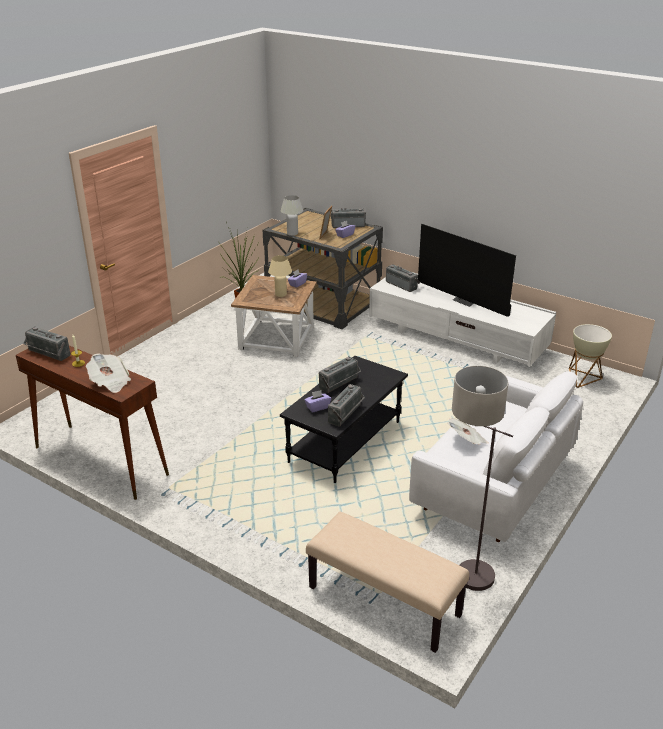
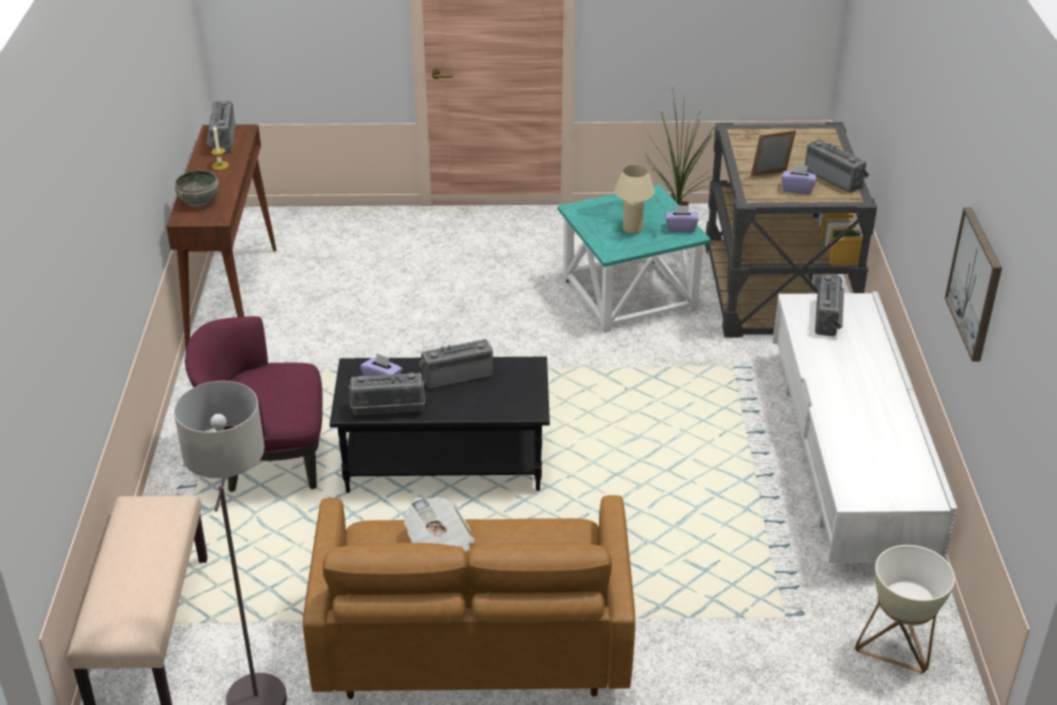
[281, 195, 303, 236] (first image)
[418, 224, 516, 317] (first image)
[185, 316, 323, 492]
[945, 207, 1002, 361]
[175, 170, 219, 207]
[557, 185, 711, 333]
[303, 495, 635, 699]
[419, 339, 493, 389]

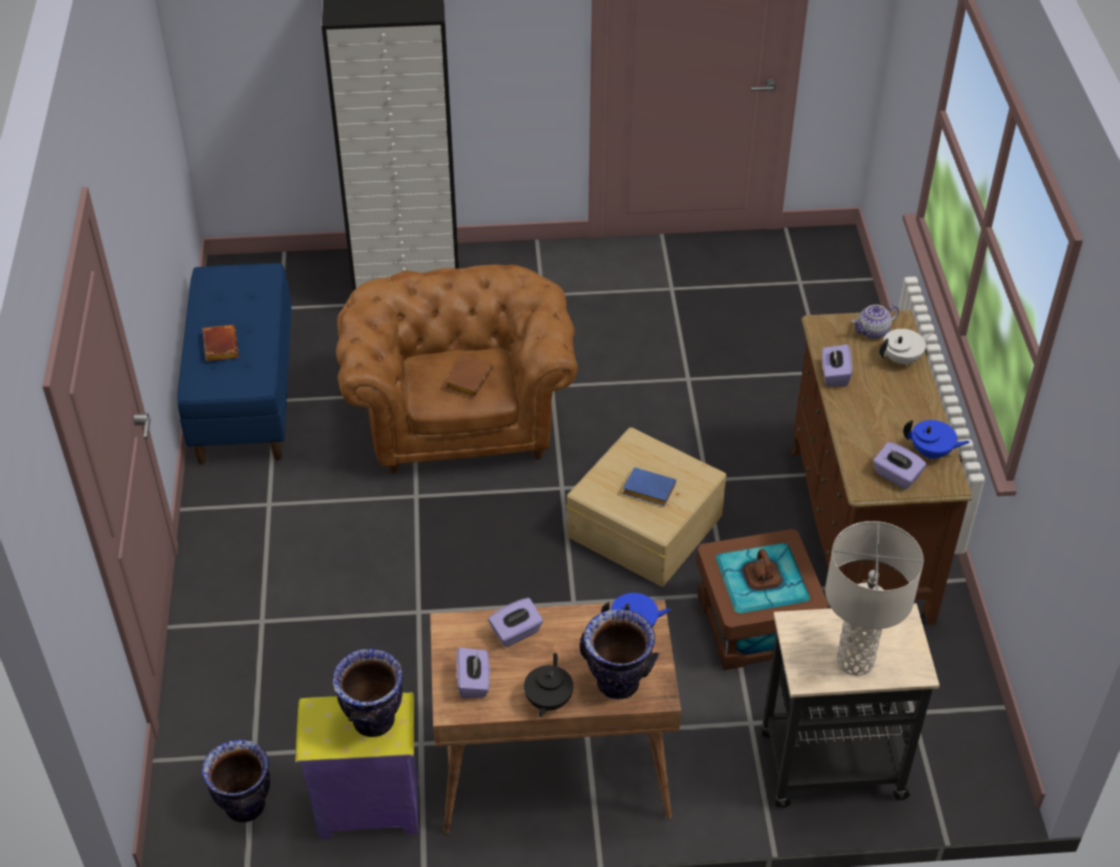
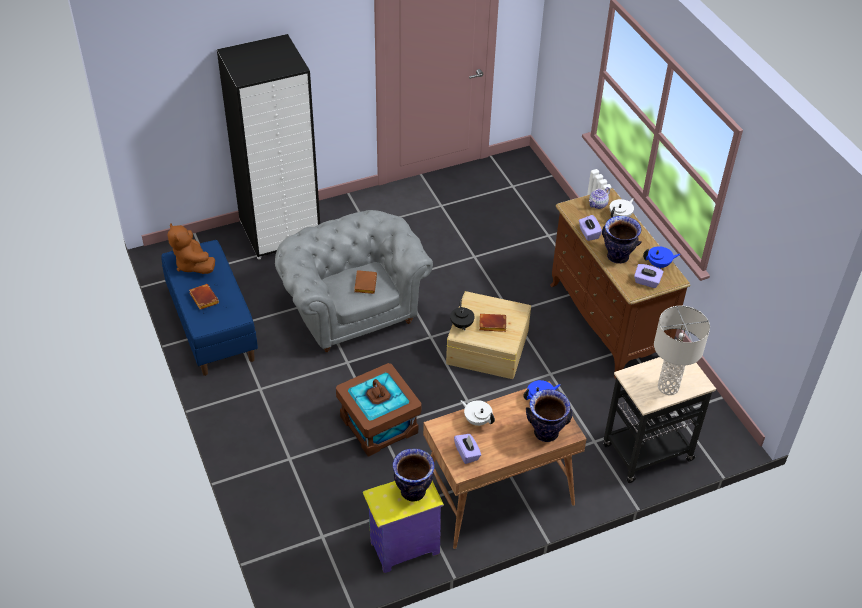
[168, 223, 215, 274]
[602, 216, 641, 264]
[450, 301, 475, 330]
[336, 363, 422, 457]
[461, 400, 495, 426]
[275, 210, 433, 352]
[479, 314, 506, 332]

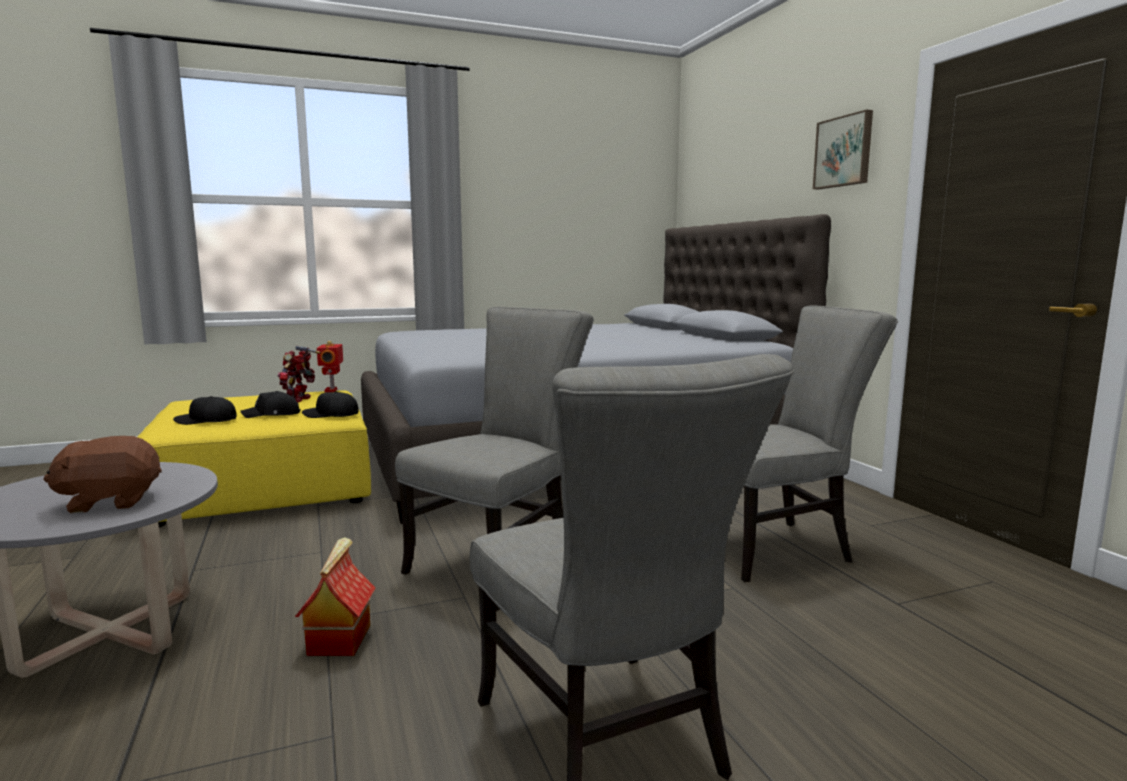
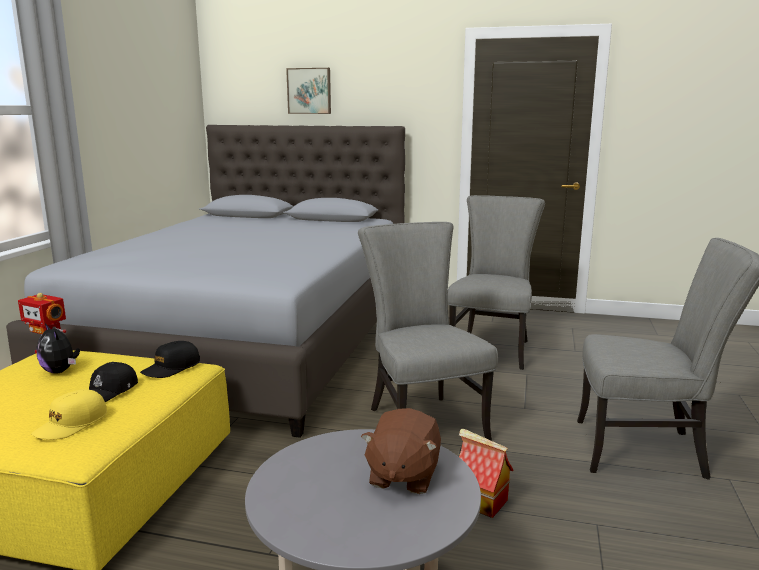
[286, 68, 331, 114]
[37, 323, 80, 374]
[31, 389, 107, 440]

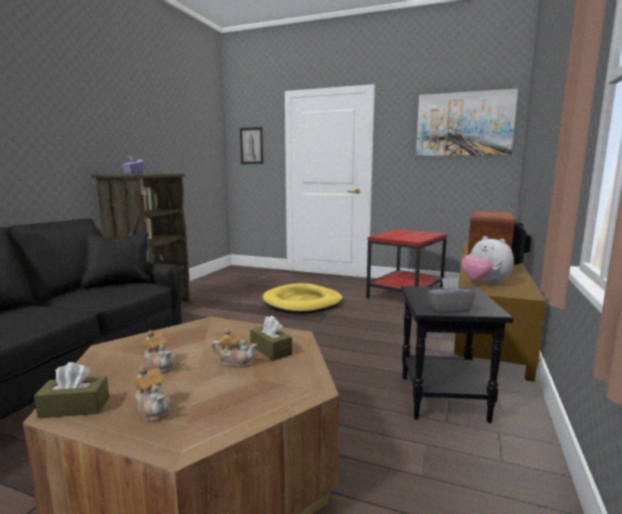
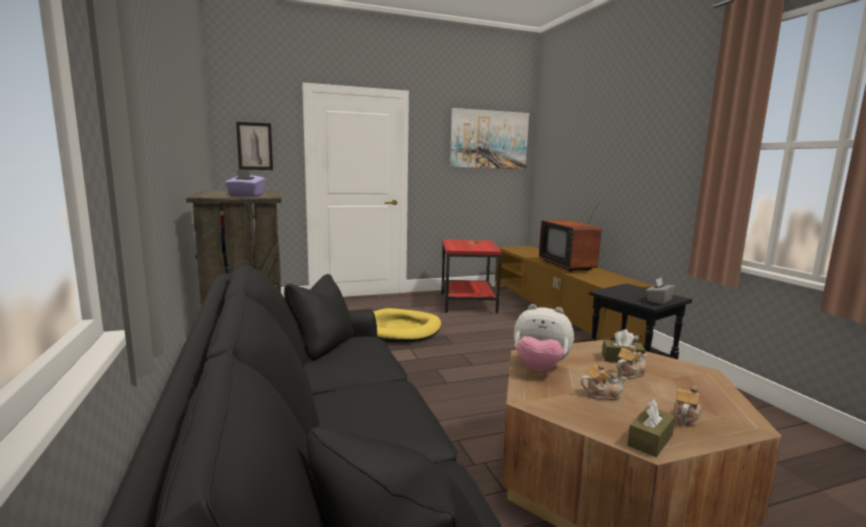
[514, 304, 574, 371]
[671, 385, 701, 427]

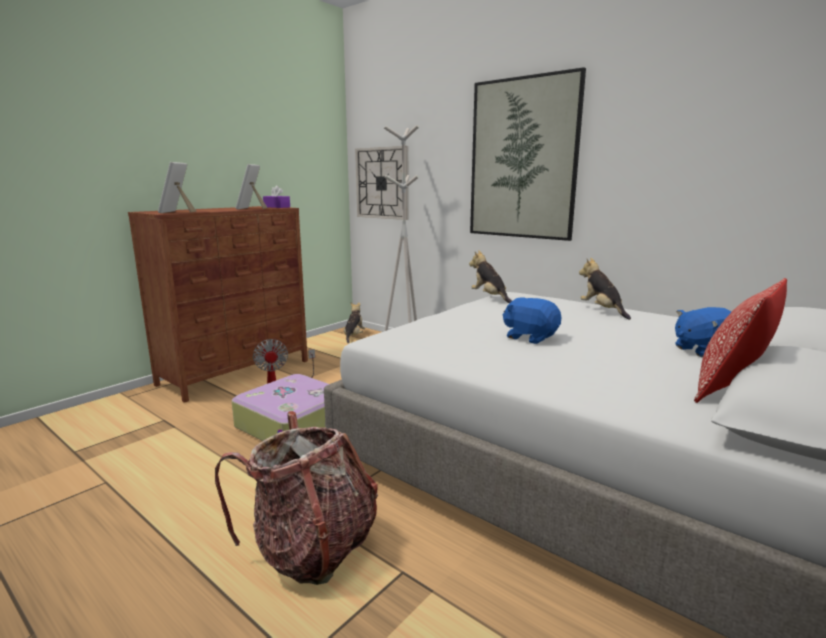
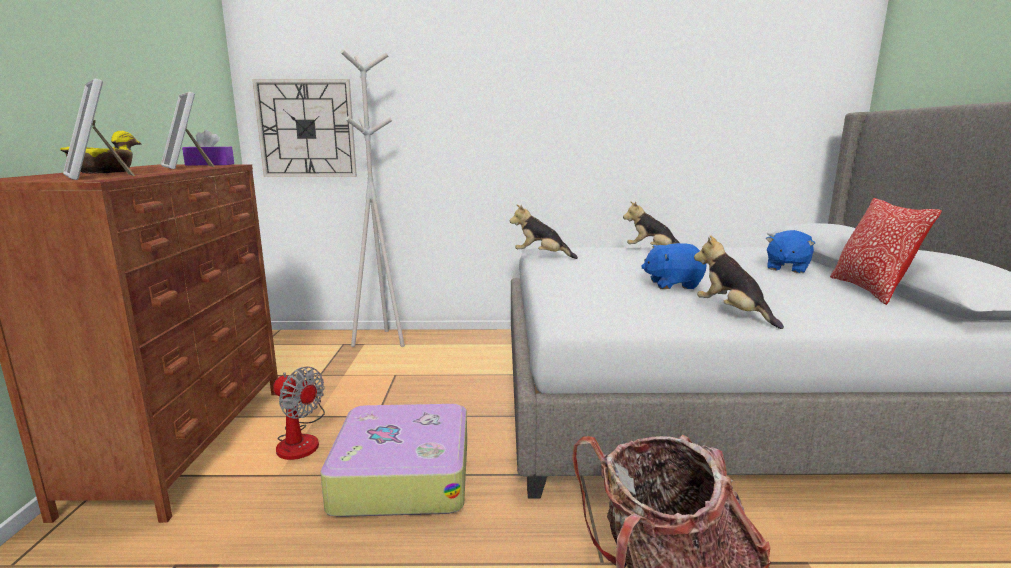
[470, 67, 586, 241] (first image)
[60, 131, 141, 174]
[694, 235, 784, 329]

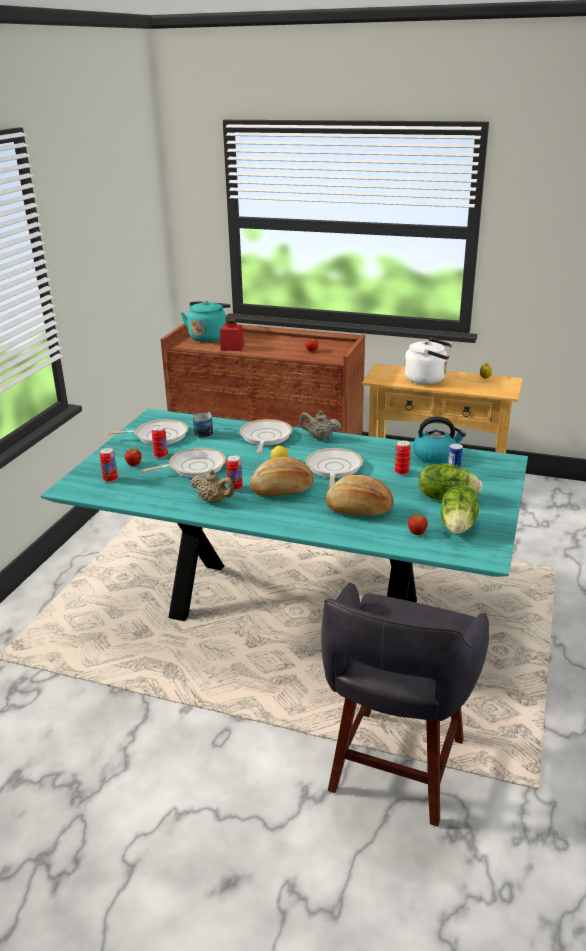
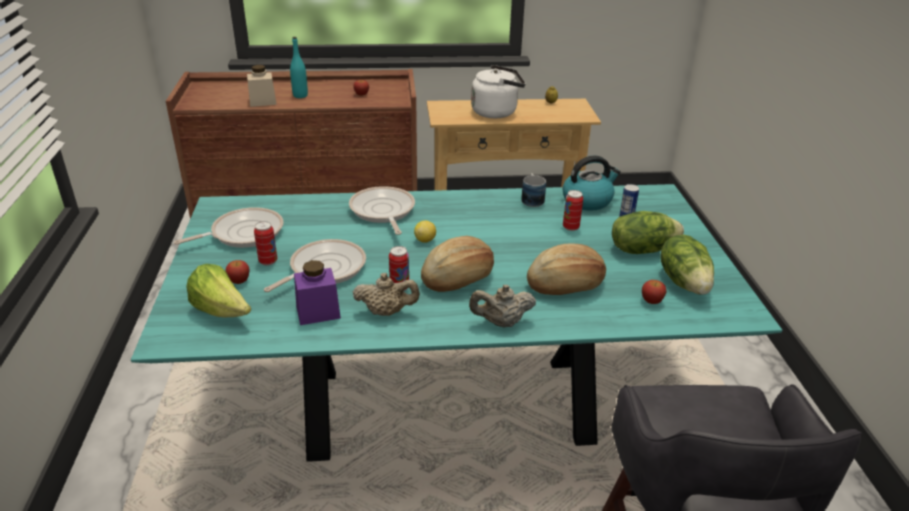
[181, 301, 231, 342] (first image)
[306, 448, 363, 488] (first image)
[290, 37, 308, 98]
[294, 260, 341, 325]
[521, 173, 546, 207]
[469, 285, 536, 328]
[186, 264, 251, 317]
[247, 65, 277, 107]

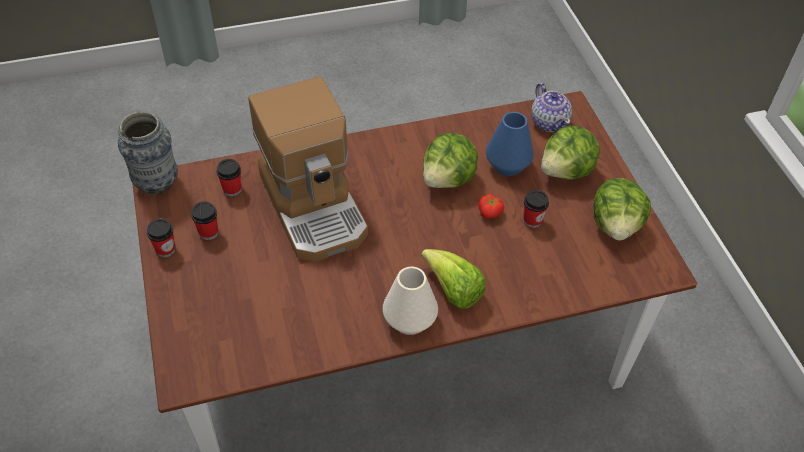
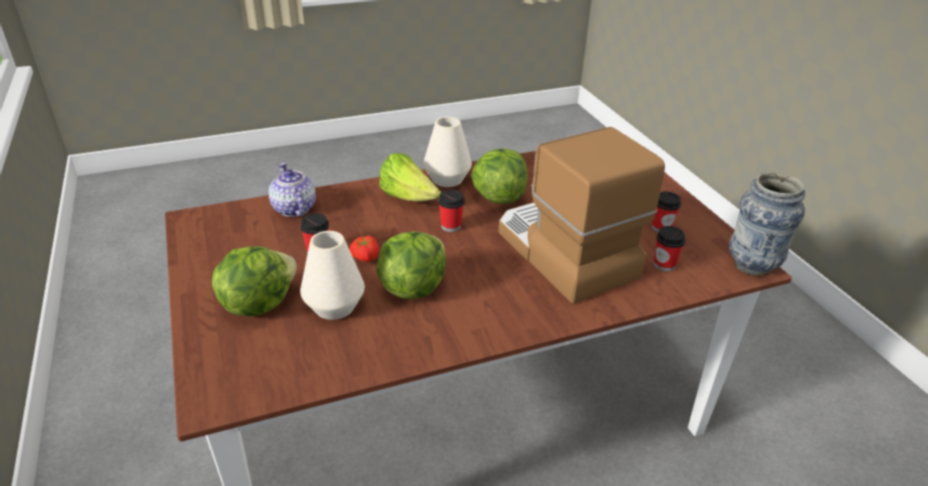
[438, 189, 465, 232]
[269, 163, 316, 217]
[471, 149, 528, 204]
[300, 231, 365, 320]

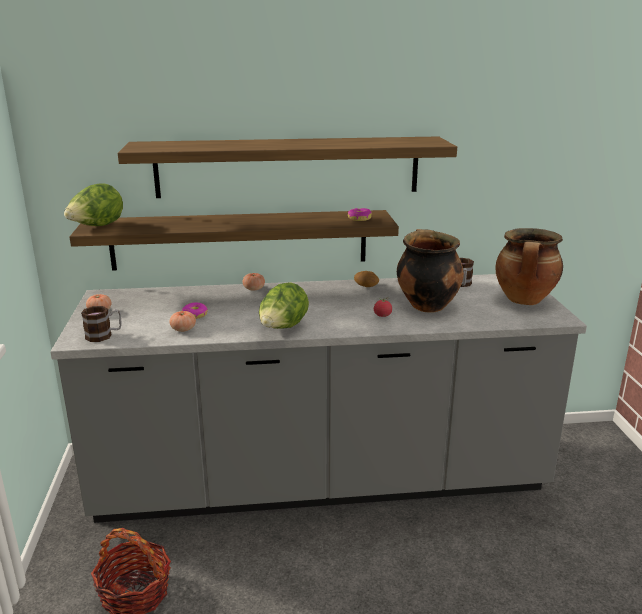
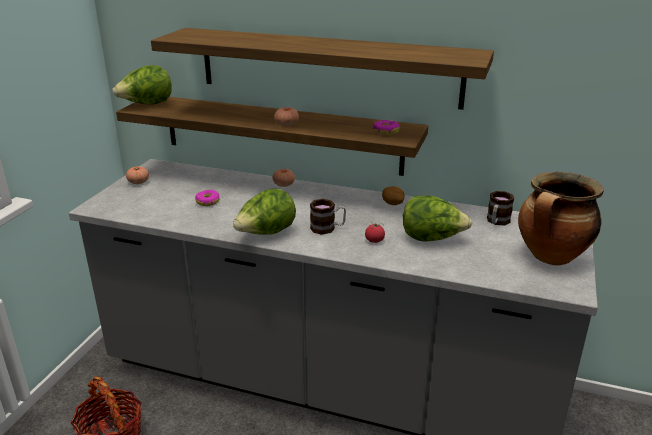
[310, 199, 346, 235]
[274, 107, 299, 126]
[403, 196, 472, 242]

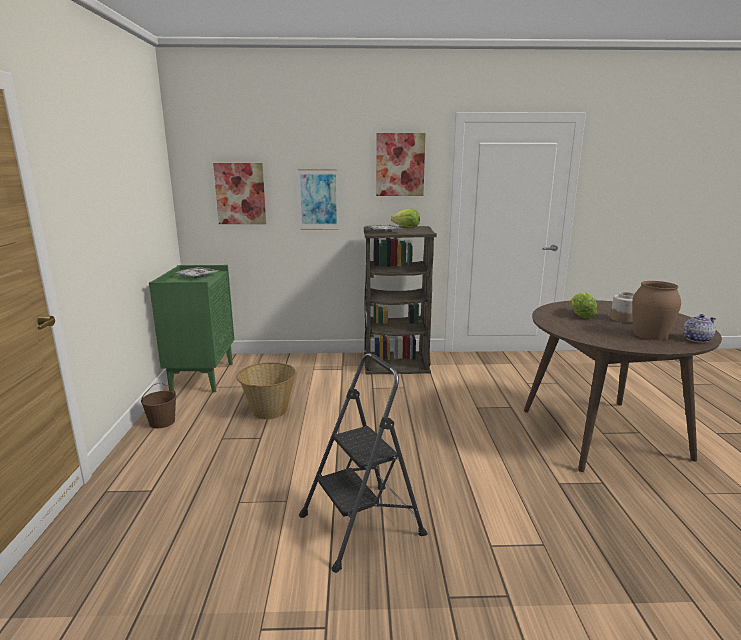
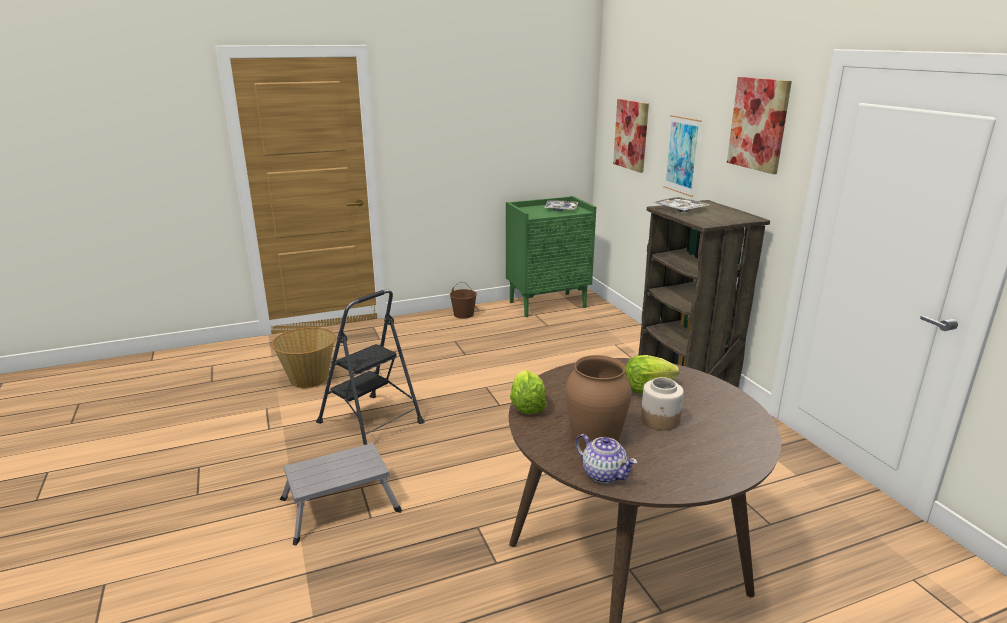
[280, 442, 402, 545]
[271, 327, 336, 388]
[510, 370, 547, 414]

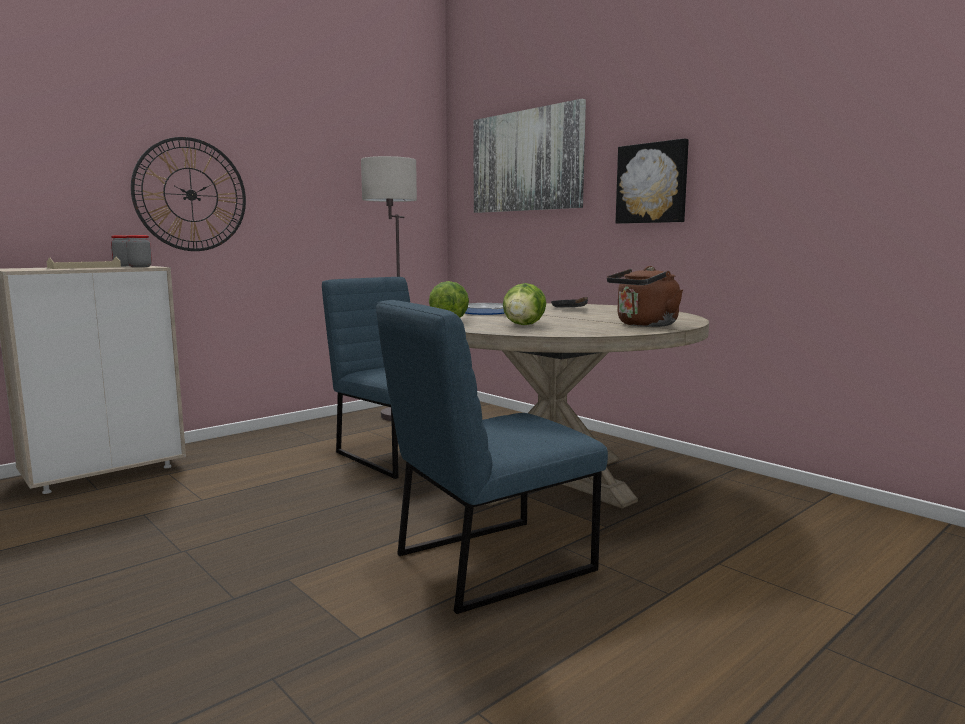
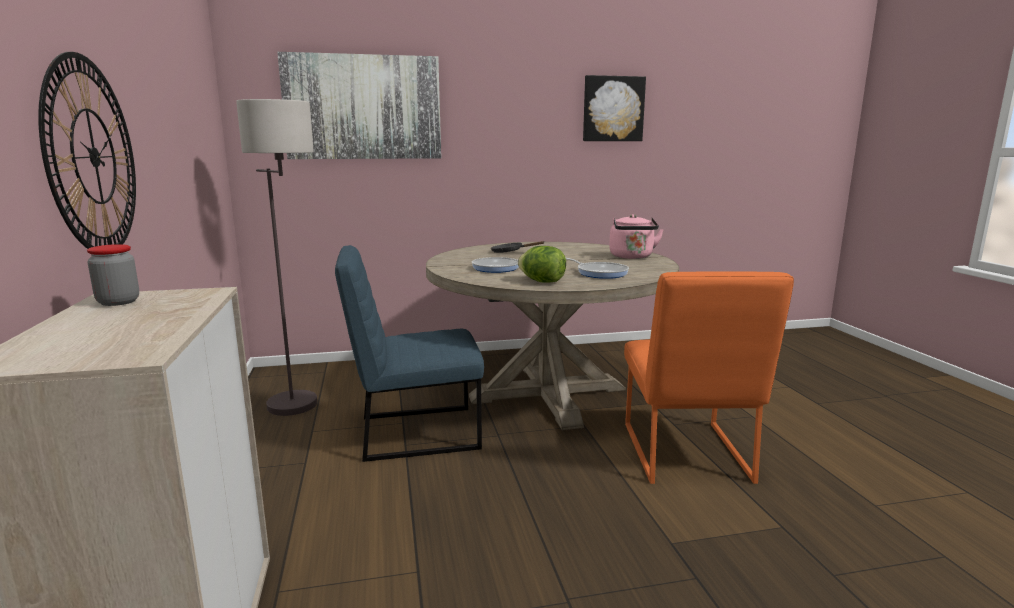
[47, 257, 121, 269] (first image)
[126, 235, 152, 267] (first image)
[583, 75, 646, 141]
[566, 258, 629, 279]
[624, 271, 794, 484]
[609, 214, 664, 259]

